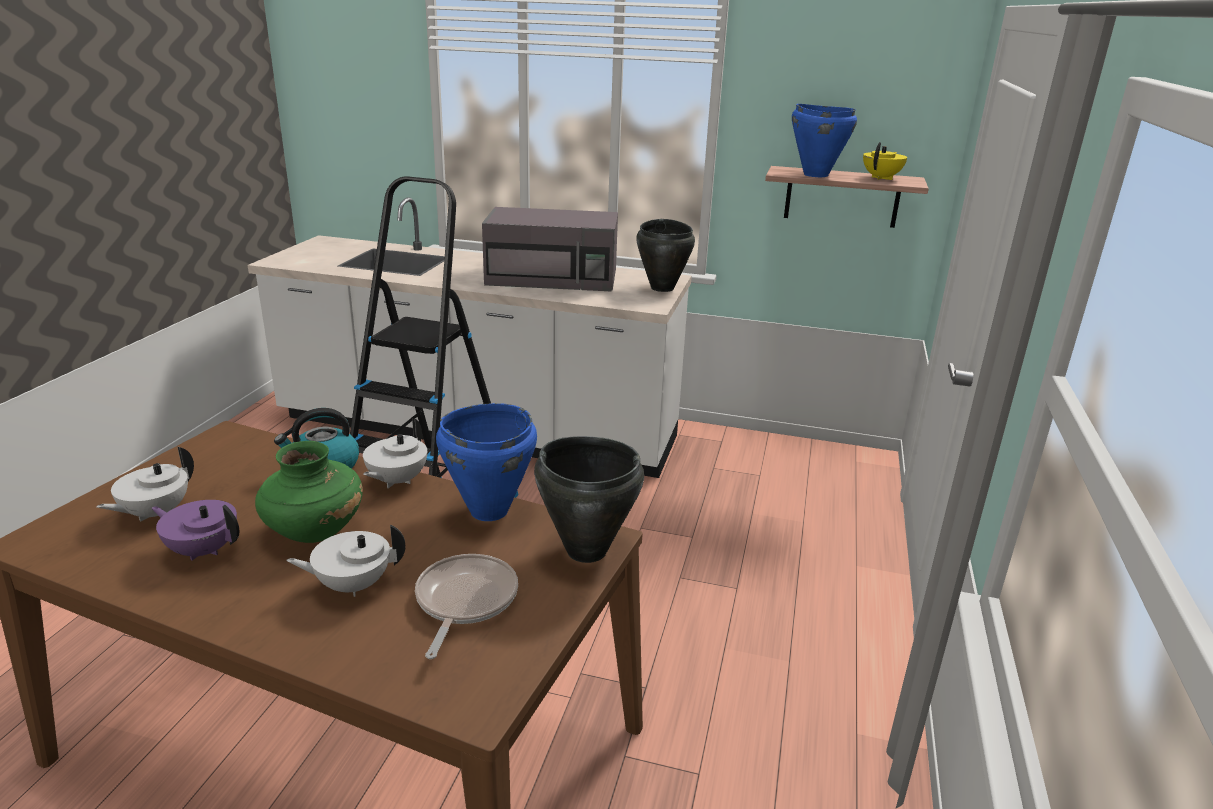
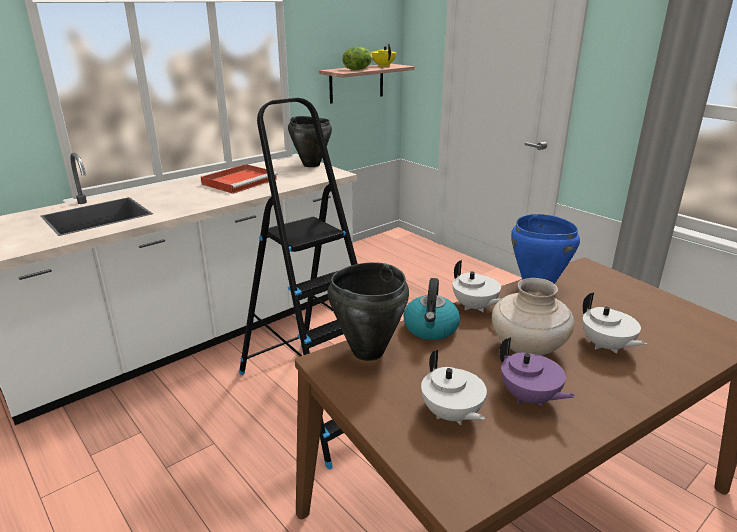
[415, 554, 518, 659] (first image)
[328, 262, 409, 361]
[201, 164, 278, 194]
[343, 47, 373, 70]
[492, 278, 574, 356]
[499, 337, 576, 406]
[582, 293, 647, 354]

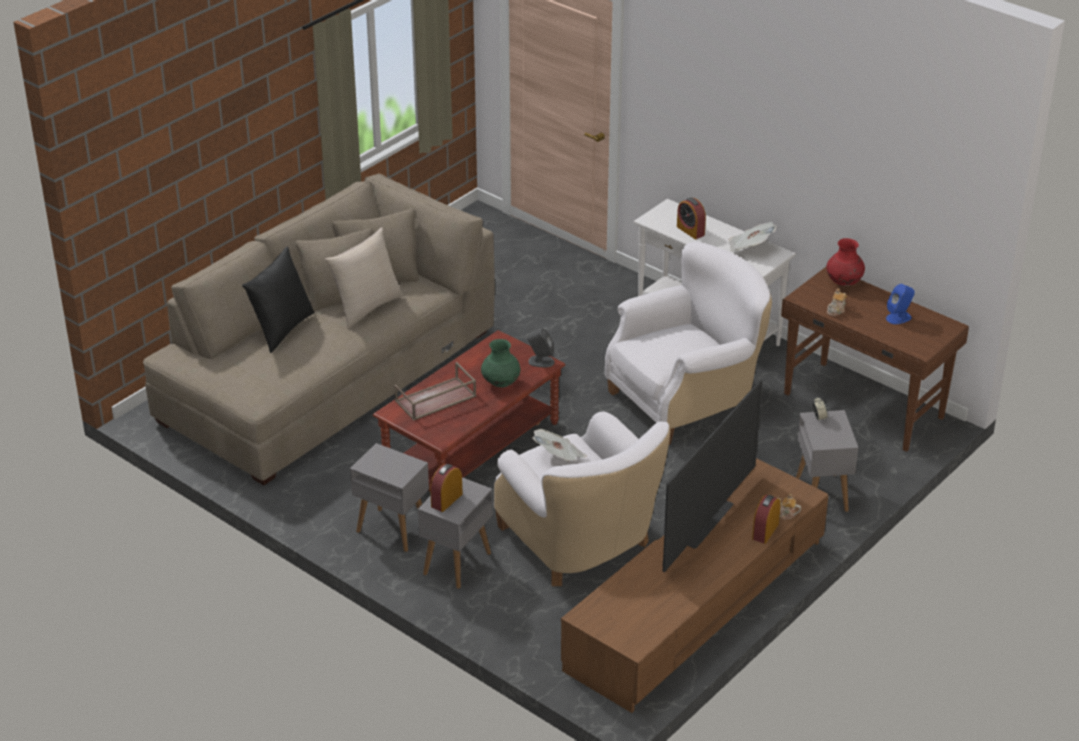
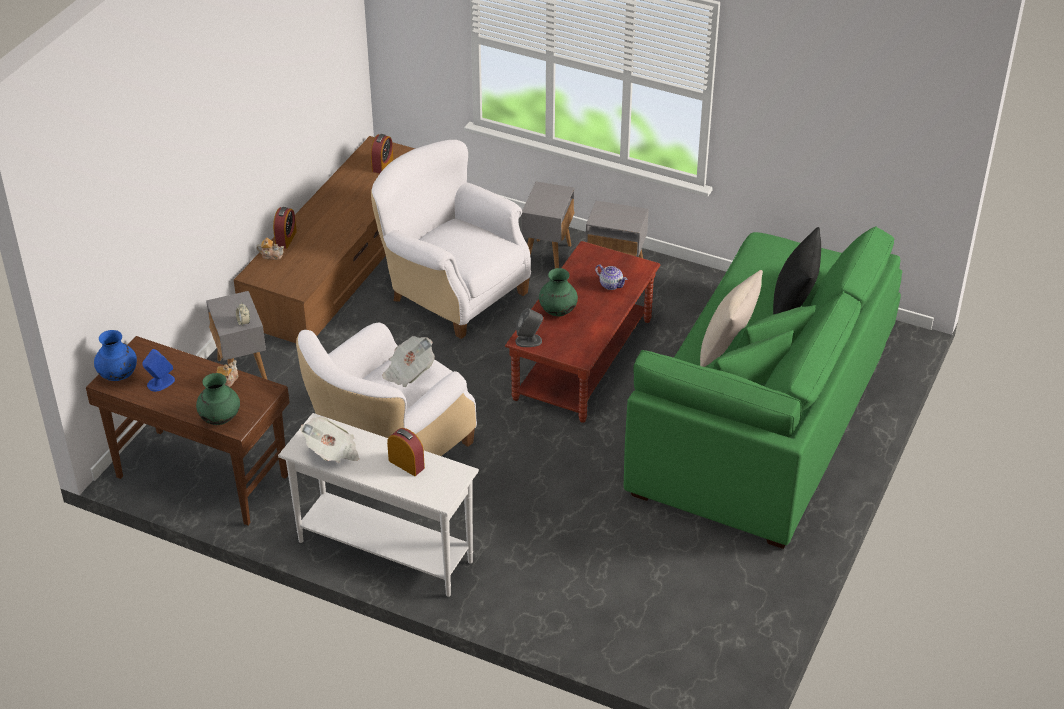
[663, 380, 762, 572] (first image)
[94, 330, 137, 381]
[371, 134, 393, 173]
[382, 336, 435, 387]
[595, 265, 627, 290]
[624, 226, 902, 549]
[196, 373, 240, 425]

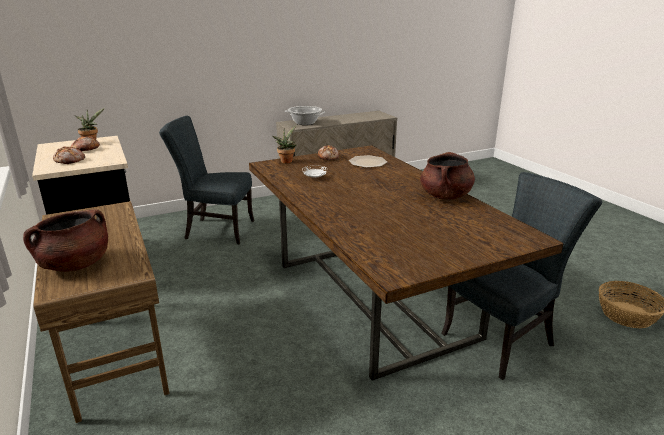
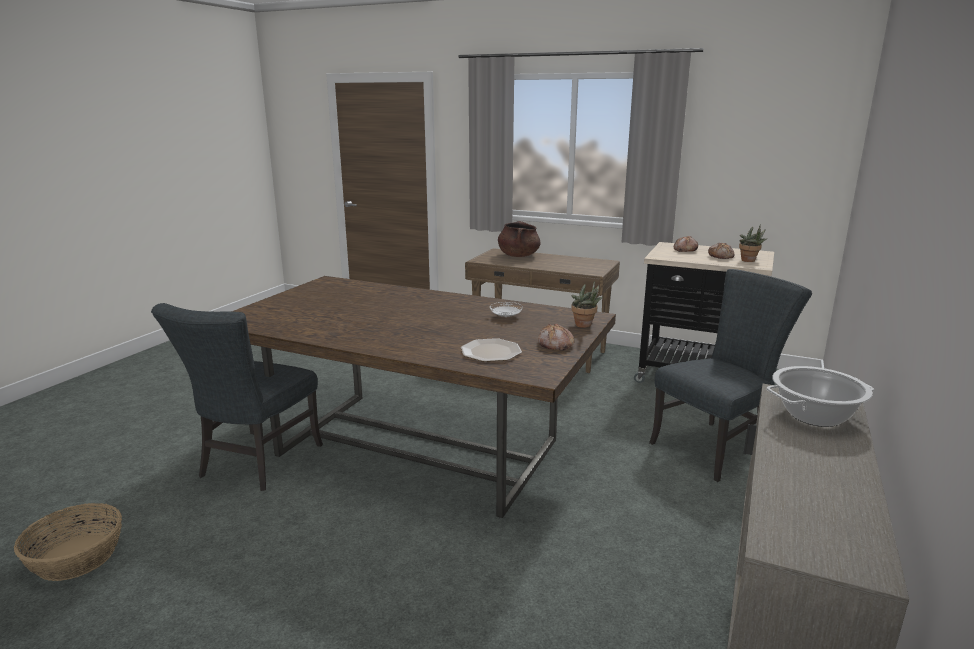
[420, 152, 475, 200] (first image)

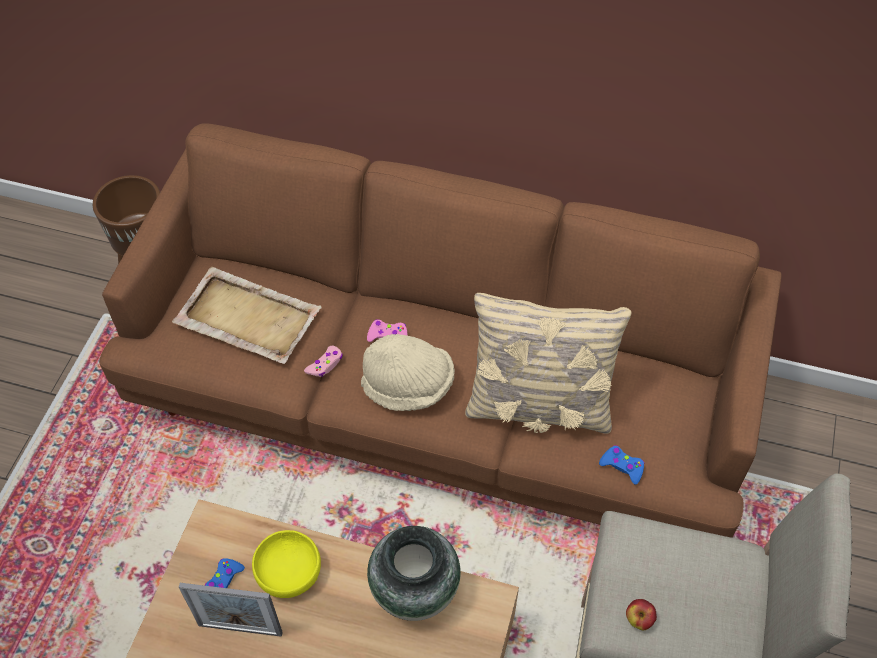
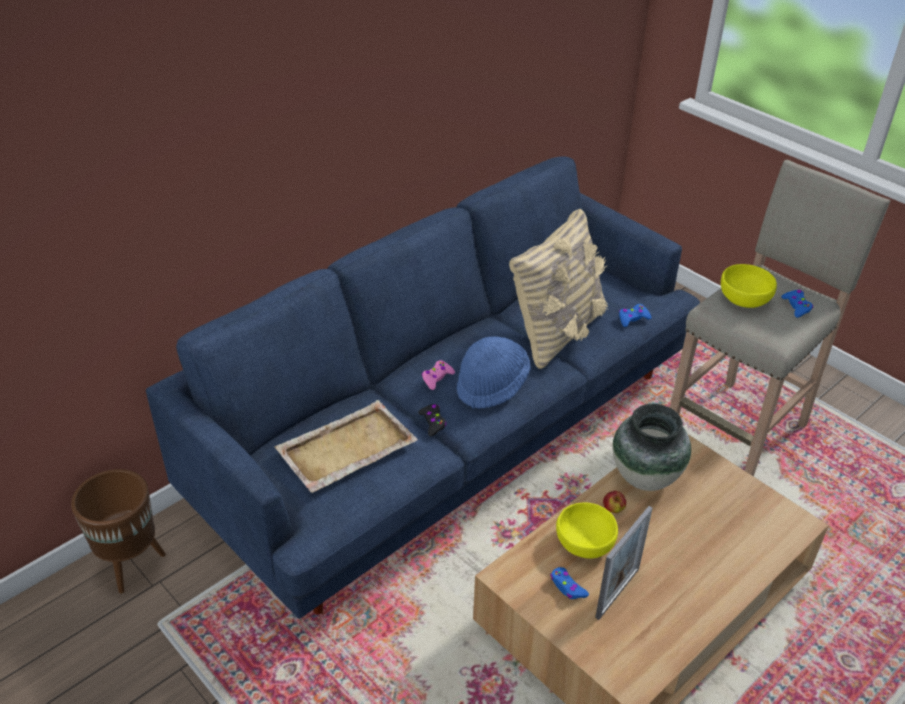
[721, 264, 777, 308]
[781, 290, 813, 318]
[603, 491, 626, 513]
[146, 156, 700, 619]
[418, 404, 447, 436]
[457, 336, 531, 409]

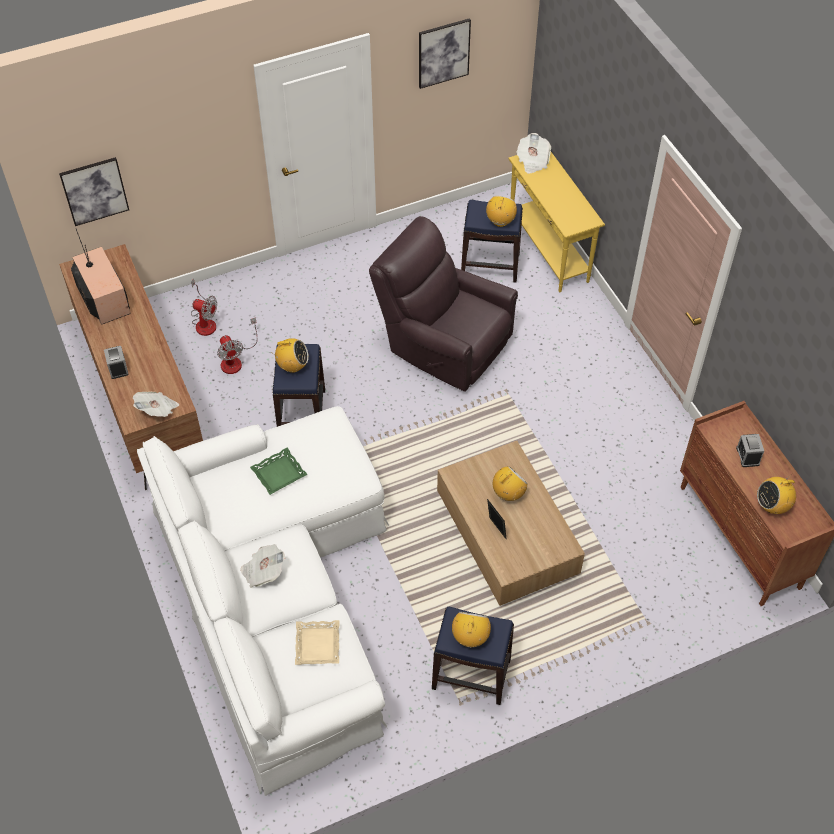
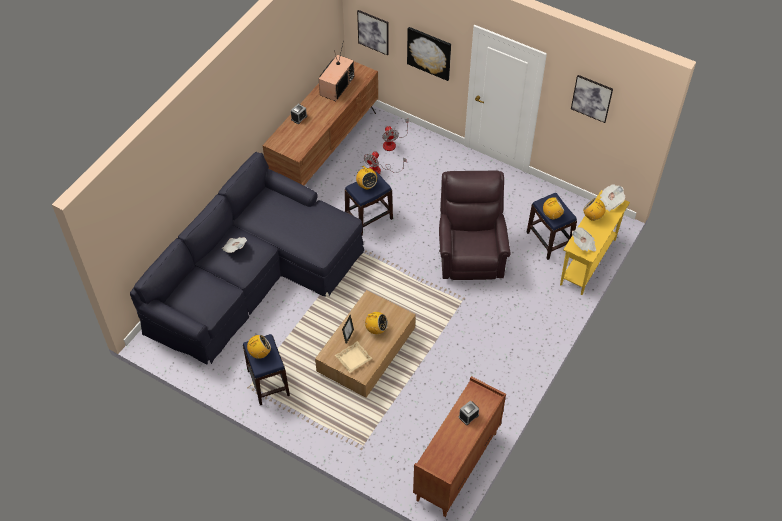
[250, 448, 308, 495] (first image)
[407, 27, 451, 81]
[572, 227, 596, 252]
[335, 341, 373, 373]
[583, 198, 606, 221]
[130, 152, 364, 364]

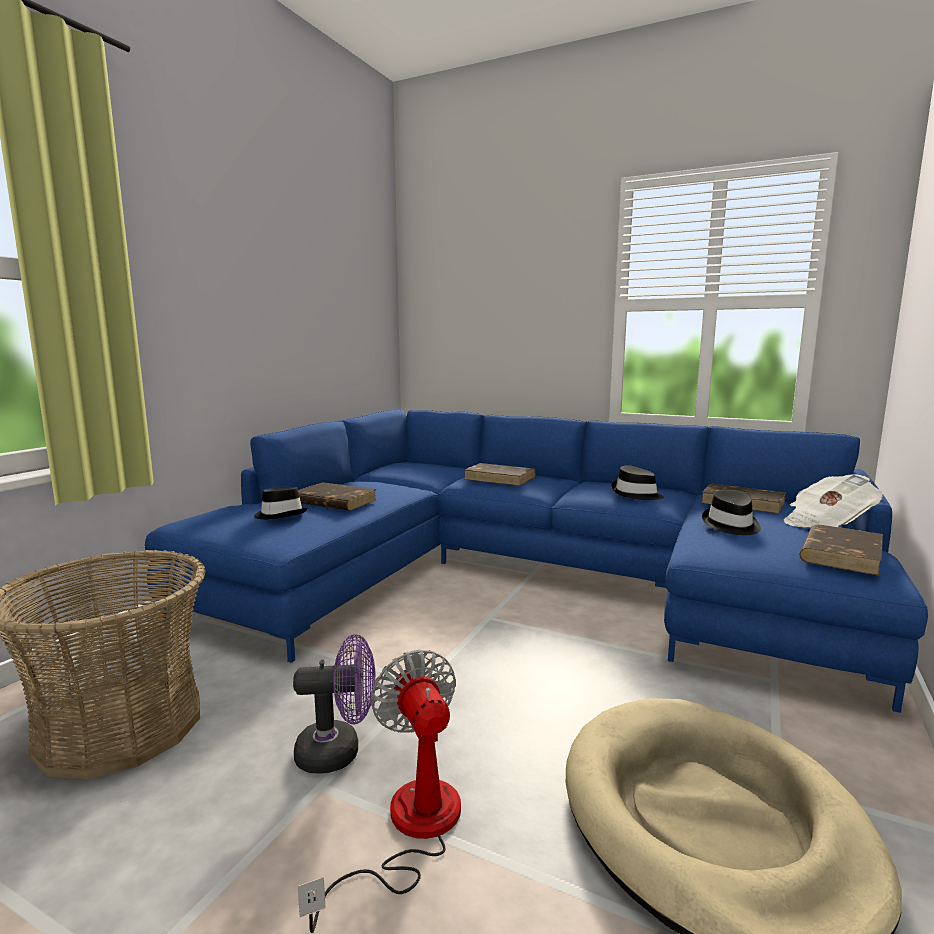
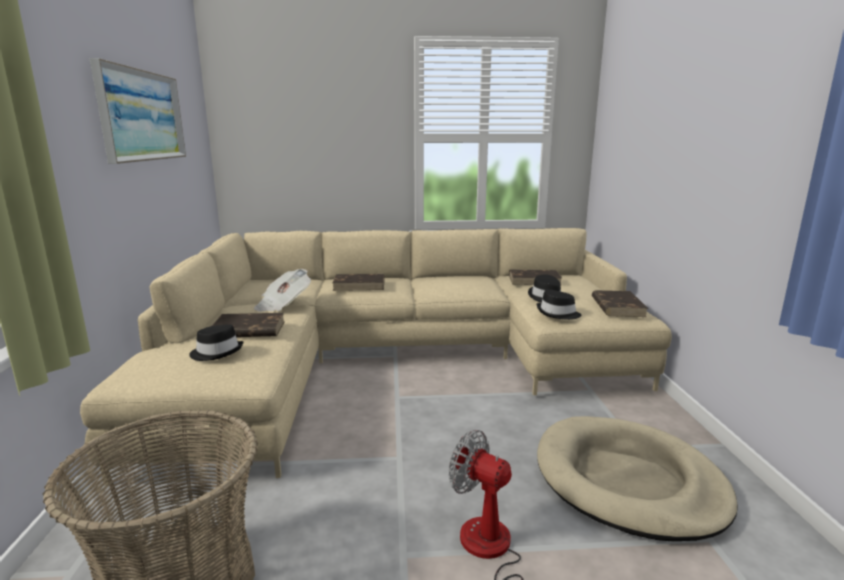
[293, 634, 376, 773] (first image)
[90, 58, 186, 164]
[536, 289, 582, 320]
[254, 269, 311, 312]
[80, 228, 672, 485]

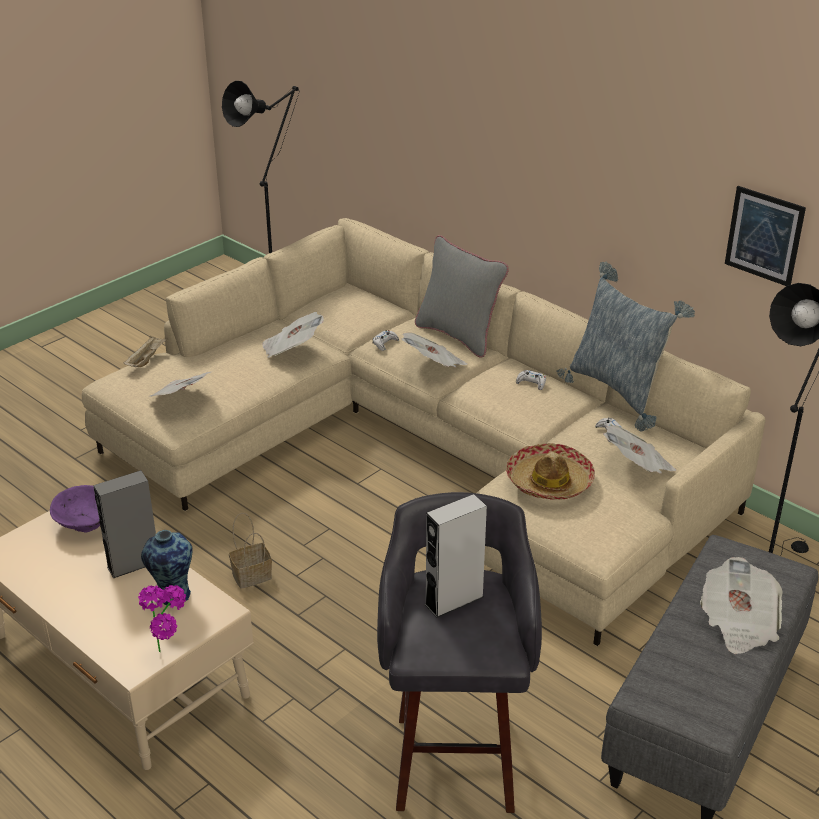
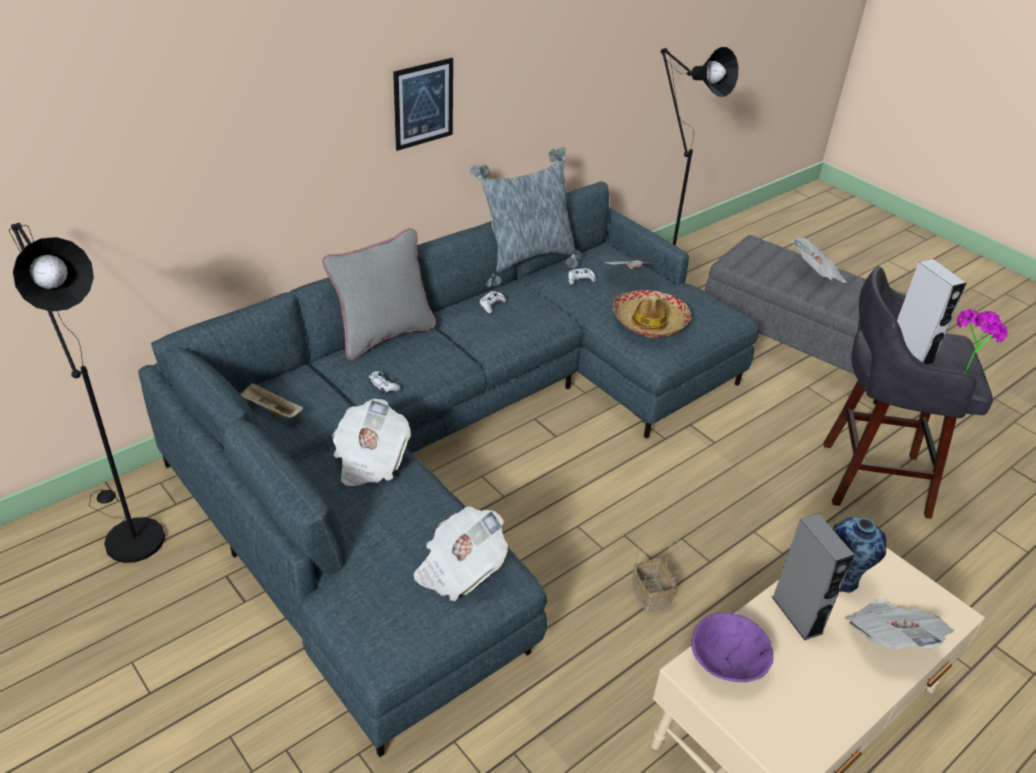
[240, 383, 304, 418]
[956, 309, 1008, 373]
[844, 599, 954, 649]
[393, 58, 453, 151]
[138, 181, 759, 757]

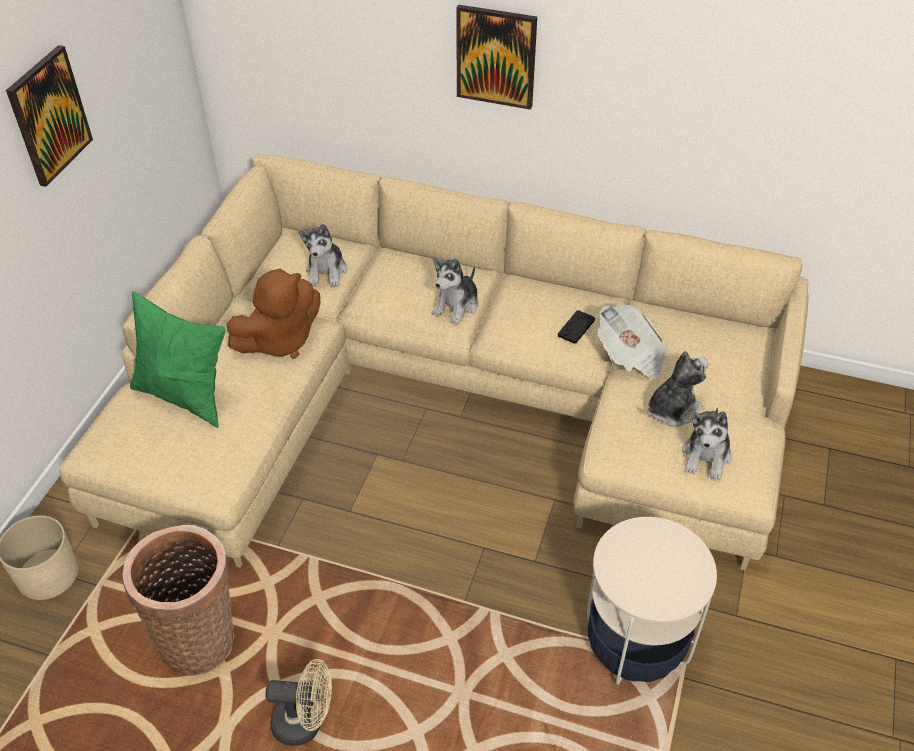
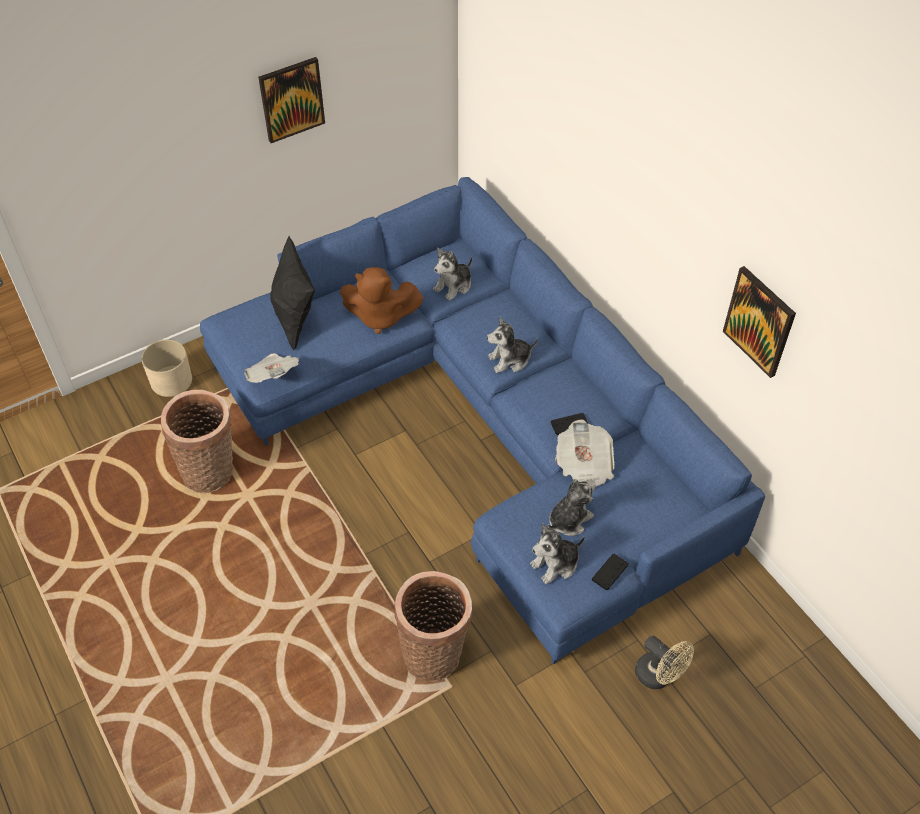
[244, 353, 299, 383]
[592, 554, 628, 590]
[635, 636, 694, 689]
[723, 266, 796, 378]
[394, 571, 472, 682]
[200, 177, 765, 665]
[270, 236, 315, 350]
[548, 479, 596, 536]

